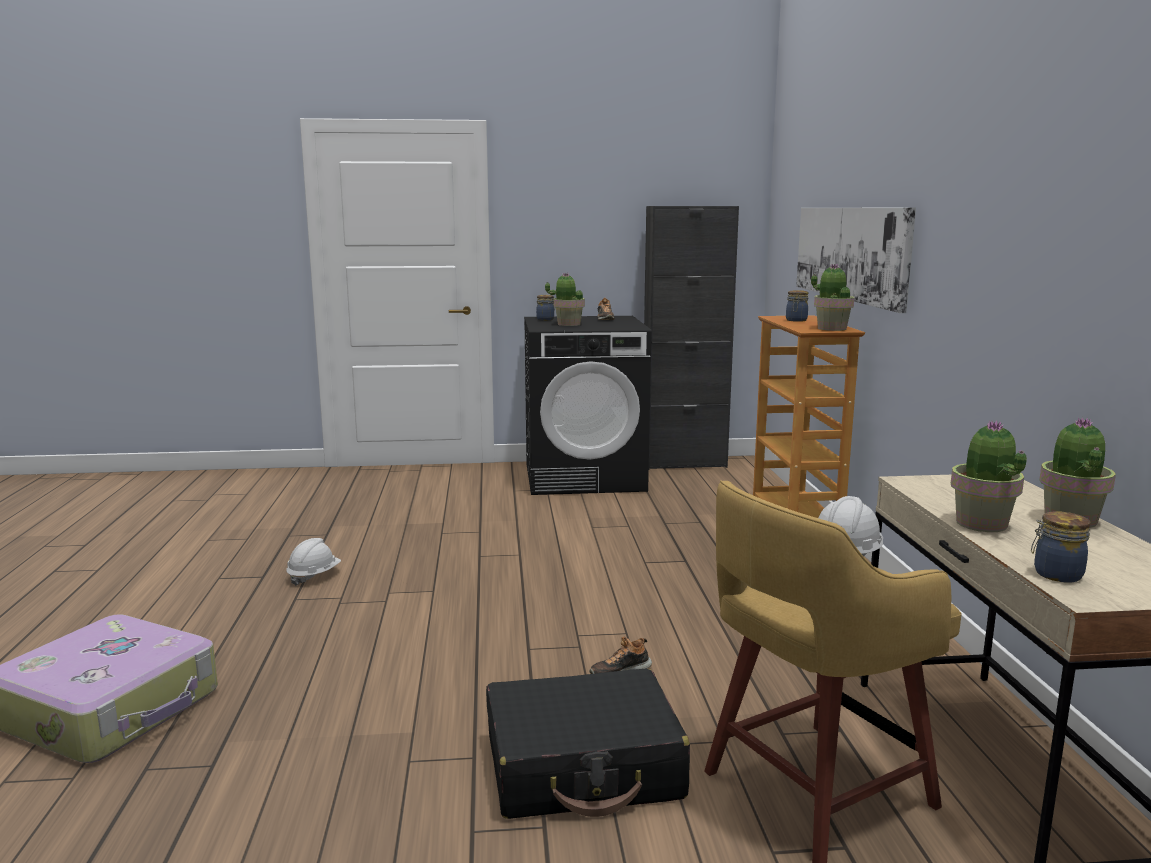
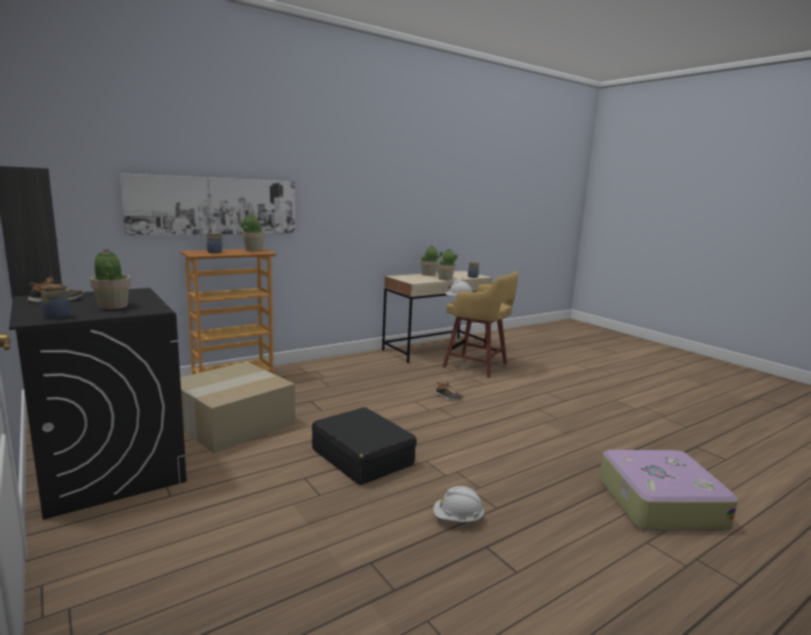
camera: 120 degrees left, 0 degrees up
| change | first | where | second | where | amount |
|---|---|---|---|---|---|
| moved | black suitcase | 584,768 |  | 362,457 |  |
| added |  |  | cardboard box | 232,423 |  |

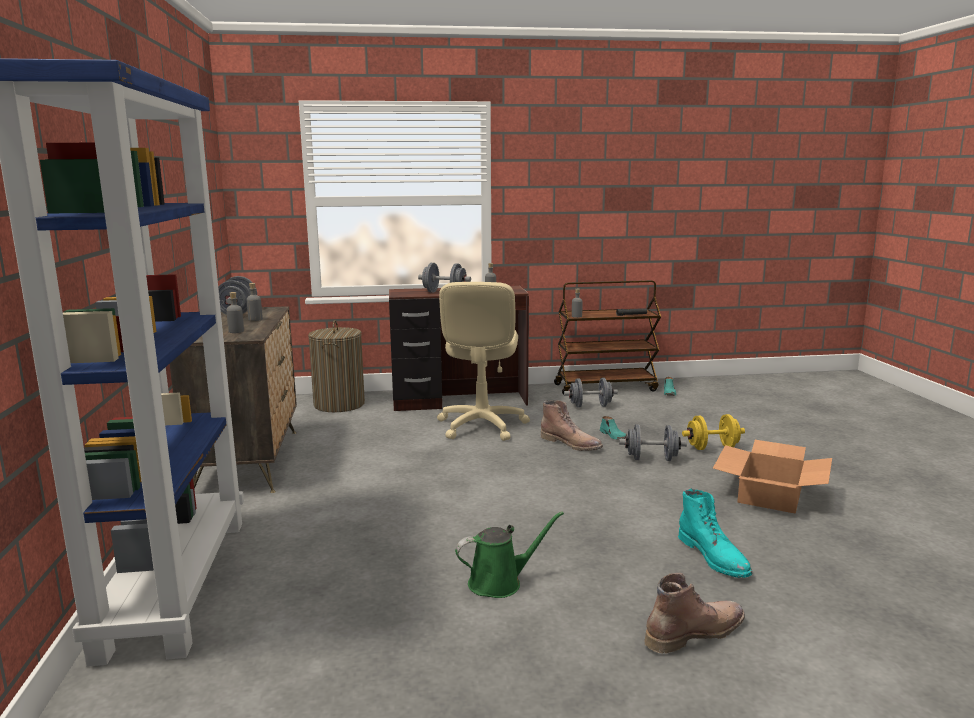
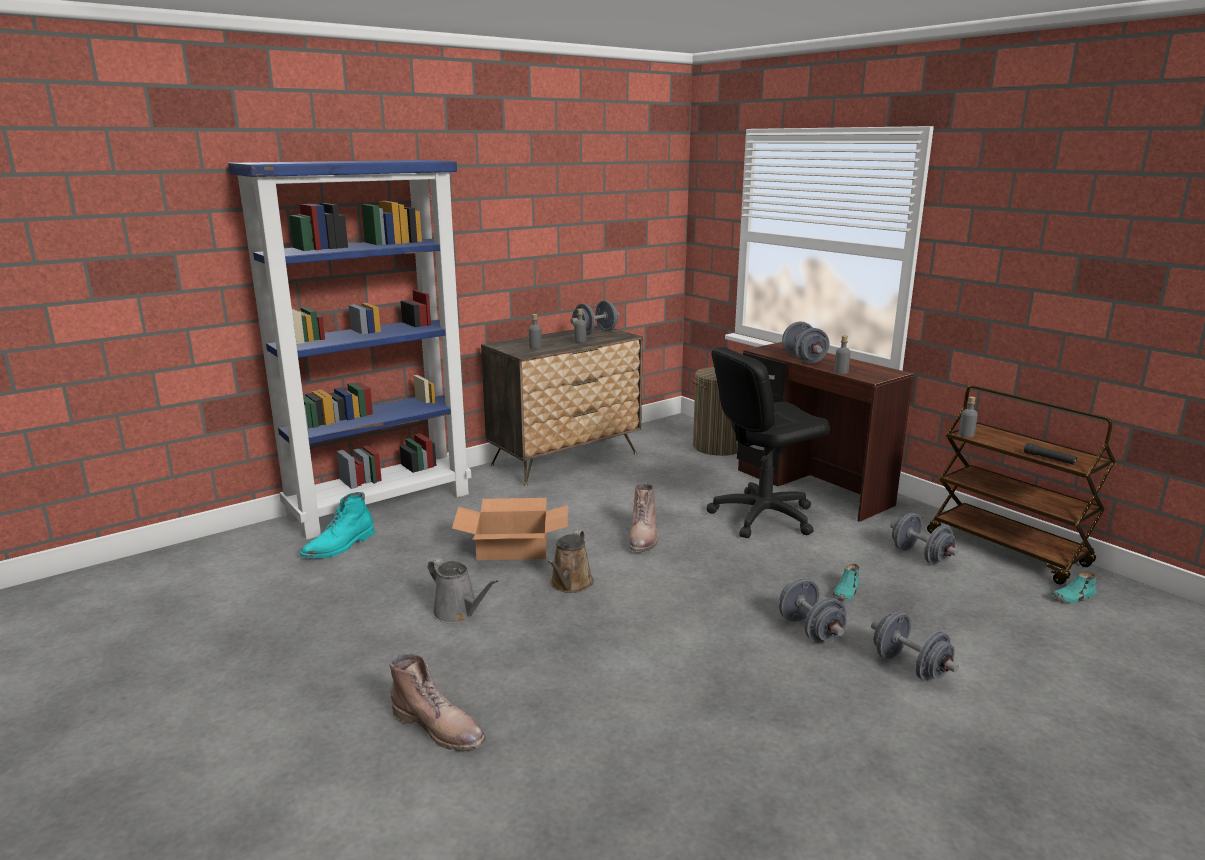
camera: 60 degrees right, 5 degrees up
| change | first | where | second | where | amount |
|---|---|---|---|---|---|
| recoloured | beige office chair | 481,426 | black office chair | 762,516 |  |
| recoloured | green watering can | 500,582 | grey watering can | 459,612 |  |
| moved | brown boot | 571,444 |  | 644,538 |  |
| moved | turquoise boot | 715,557 |  | 339,546 |  |
| recoloured | yellow dumbbell | 712,448 | grey dumbbell | 910,666 |  |
| moved | cardboard box | 770,494 |  | 512,547 |  |
| added |  |  | brown watering can | 570,584 |  |

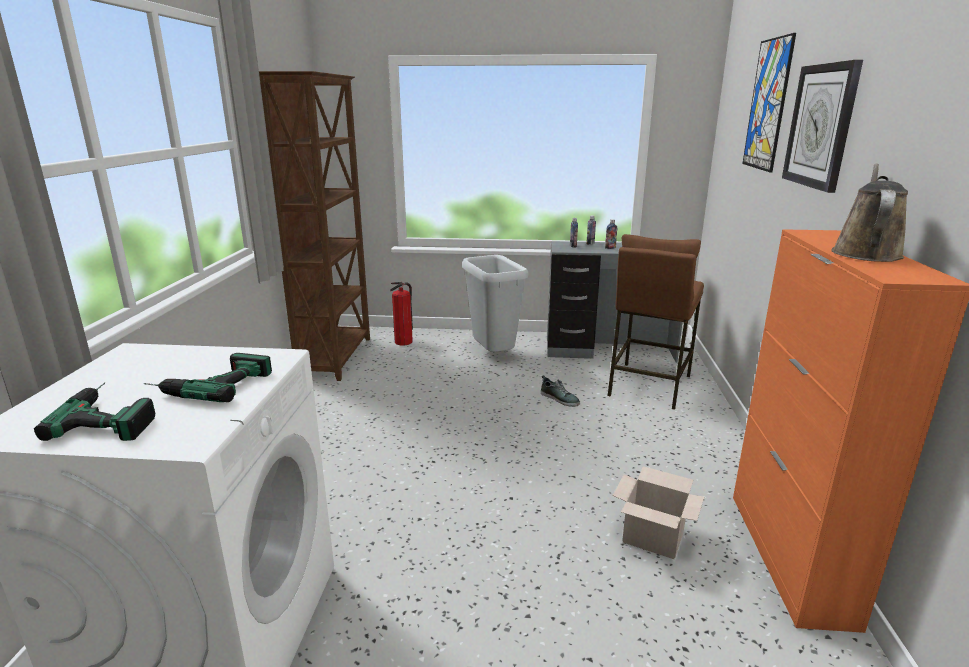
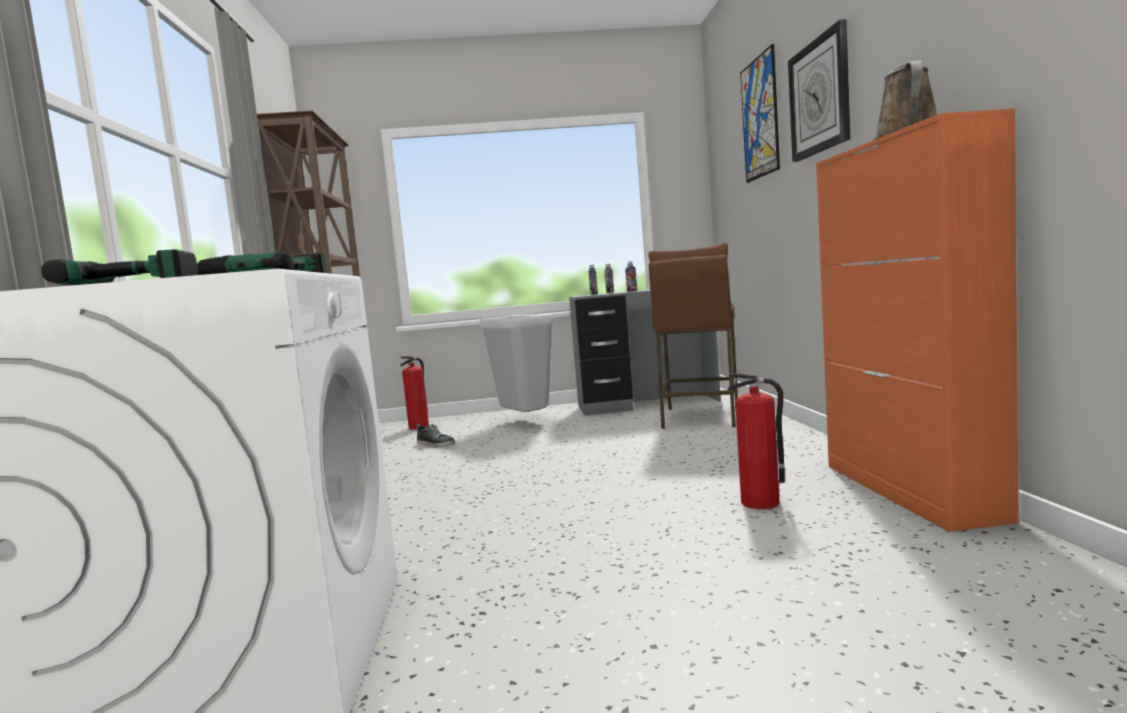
camera: 10 degrees left, 15 degrees down
| change | first | where | second | where | amount |
|---|---|---|---|---|---|
| moved | shoe | 560,399 |  | 436,444 |  |
| replaced | cardboard box | 651,537 | fire extinguisher | 761,502 |  |

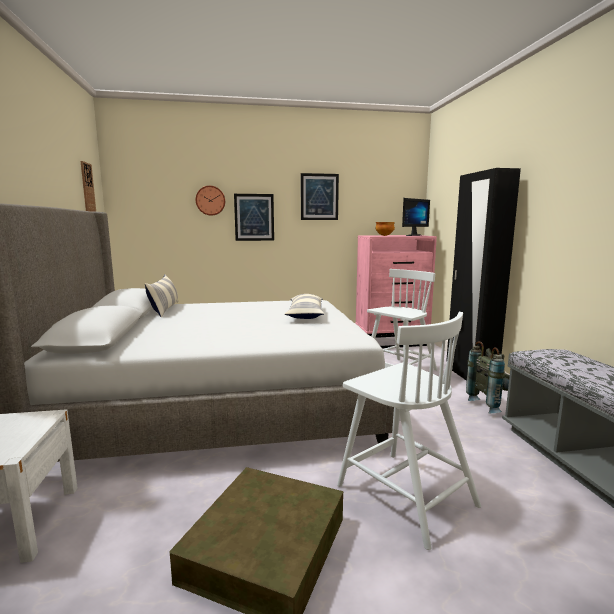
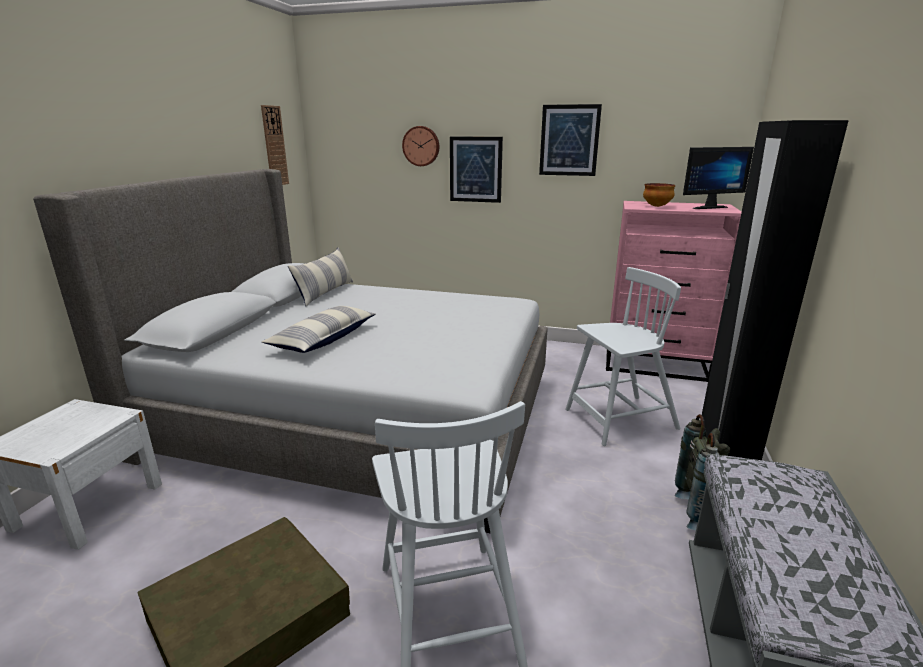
camera: 25 degrees right, 10 degrees up
| change | first | where | second | where | amount |
|---|---|---|---|---|---|
| moved | pillow | 305,314 |  | 324,339 |  |

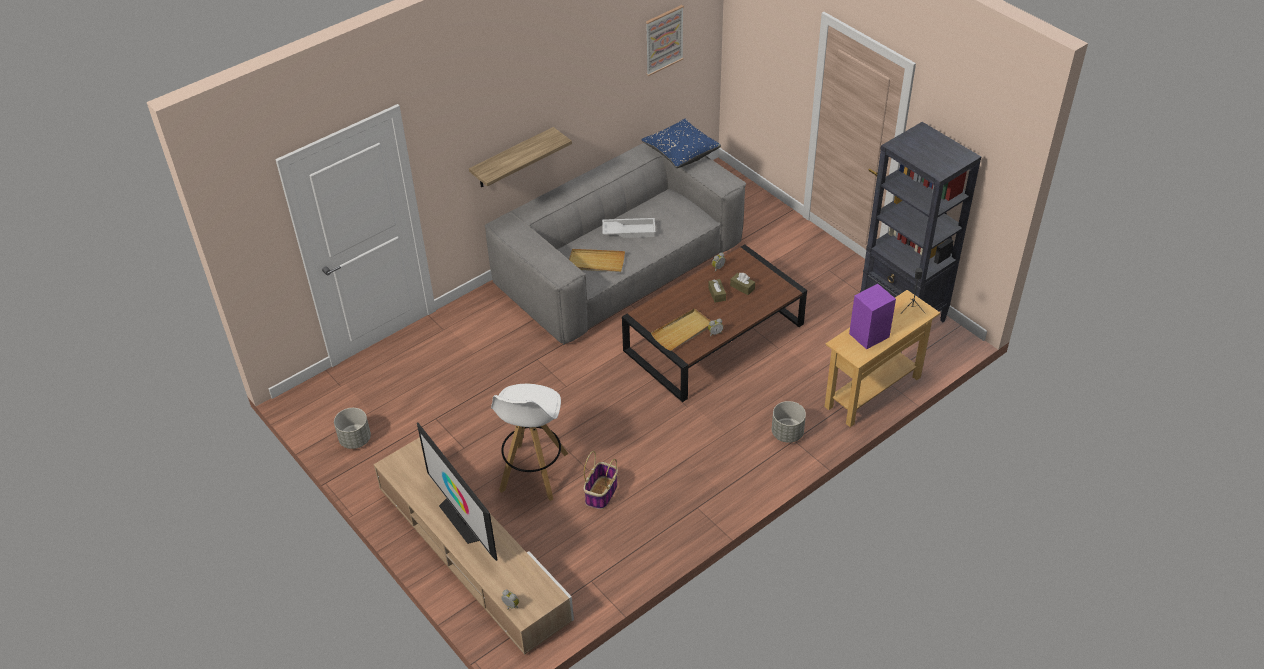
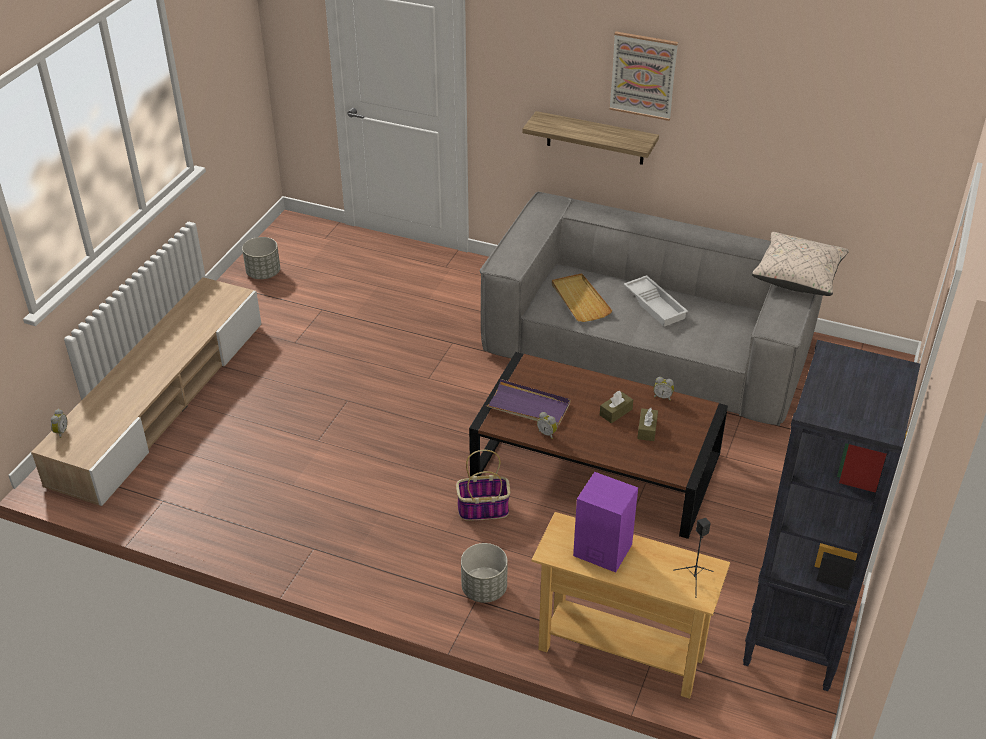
camera: 60 degrees right, 5 degrees down
| change | first | where | second | where | amount |
|---|---|---|---|---|---|
| removed | television | 464,519 |  |  |  |
| removed | white stool | 533,472 |  |  |  |
| moved | basket | 601,494 |  | 482,509 |  |
| recoloured | blue pillow | 681,152 | beige pillow | 798,276 |  |
| moved | picture | 663,40 |  | 643,75 |  |
| recoloured | beige tray | 682,331 | purple tray | 528,406 |  |

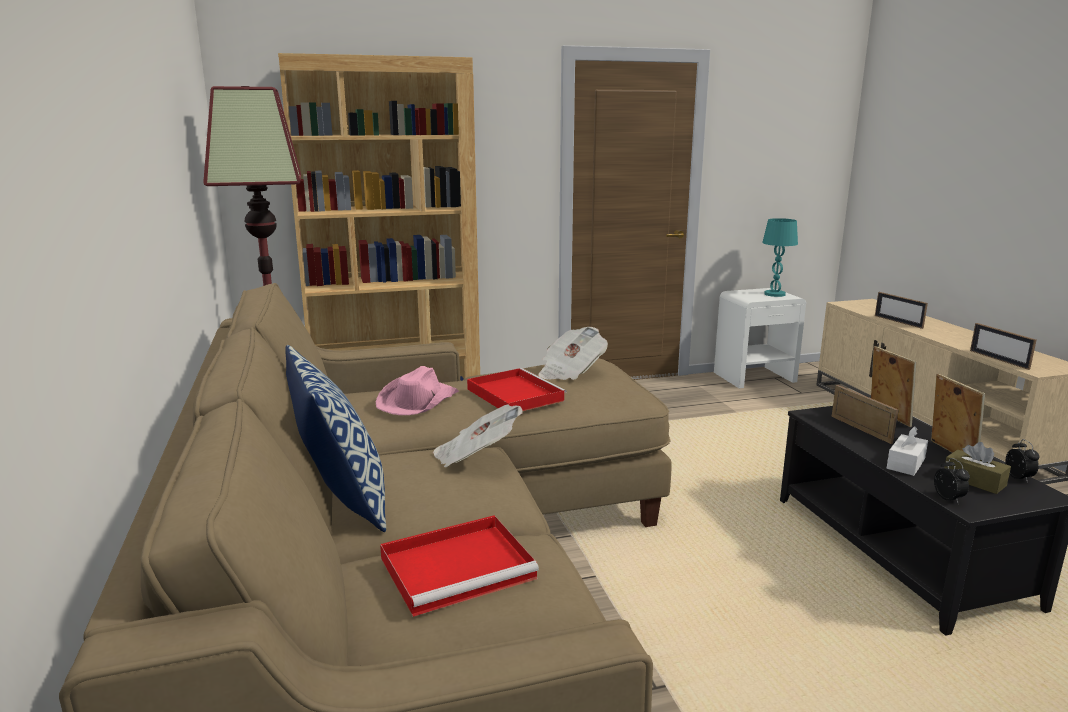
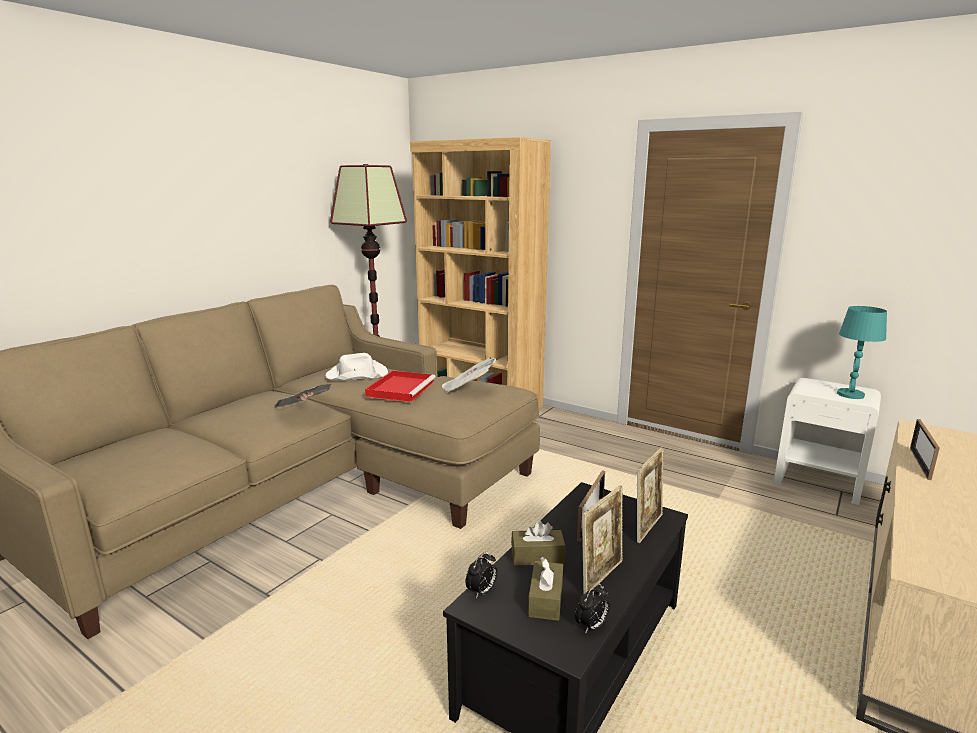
camera: 50 degrees right, 0 degrees up
| change | first | where | second | where | amount |
|---|---|---|---|---|---|
| removed | pillow | 340,500 |  |  |  |
| recoloured | pink hat | 417,401 | white hat | 356,375 |  |
| removed | red tray | 460,567 |  |  |  |
| recoloured | white tissue box | 905,463 | brown tissue box | 537,556 |  |
| removed | picture frame | 999,359 |  |  |  |

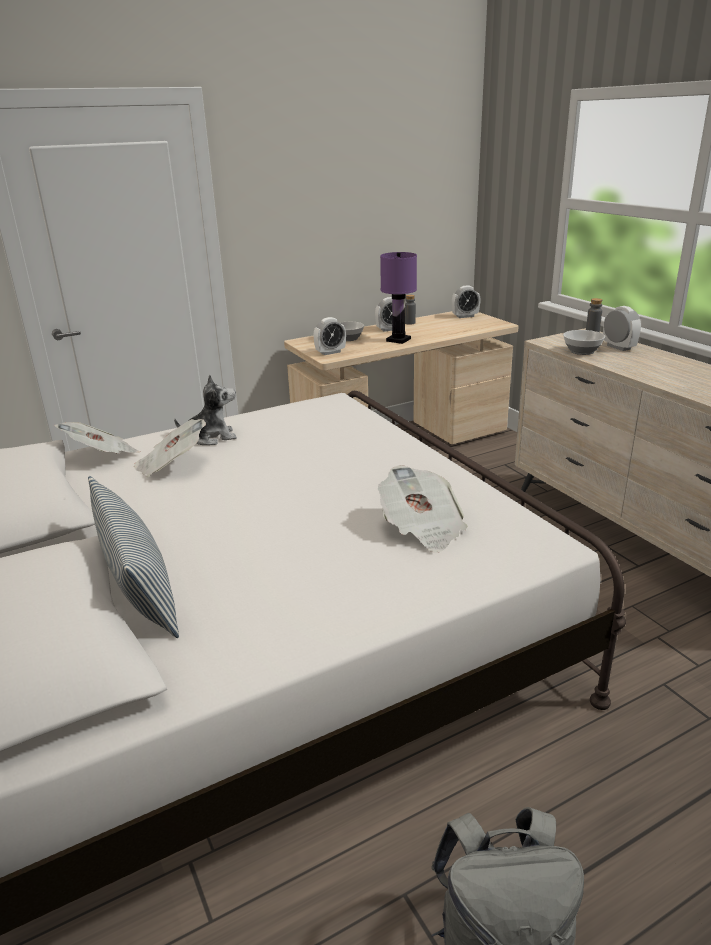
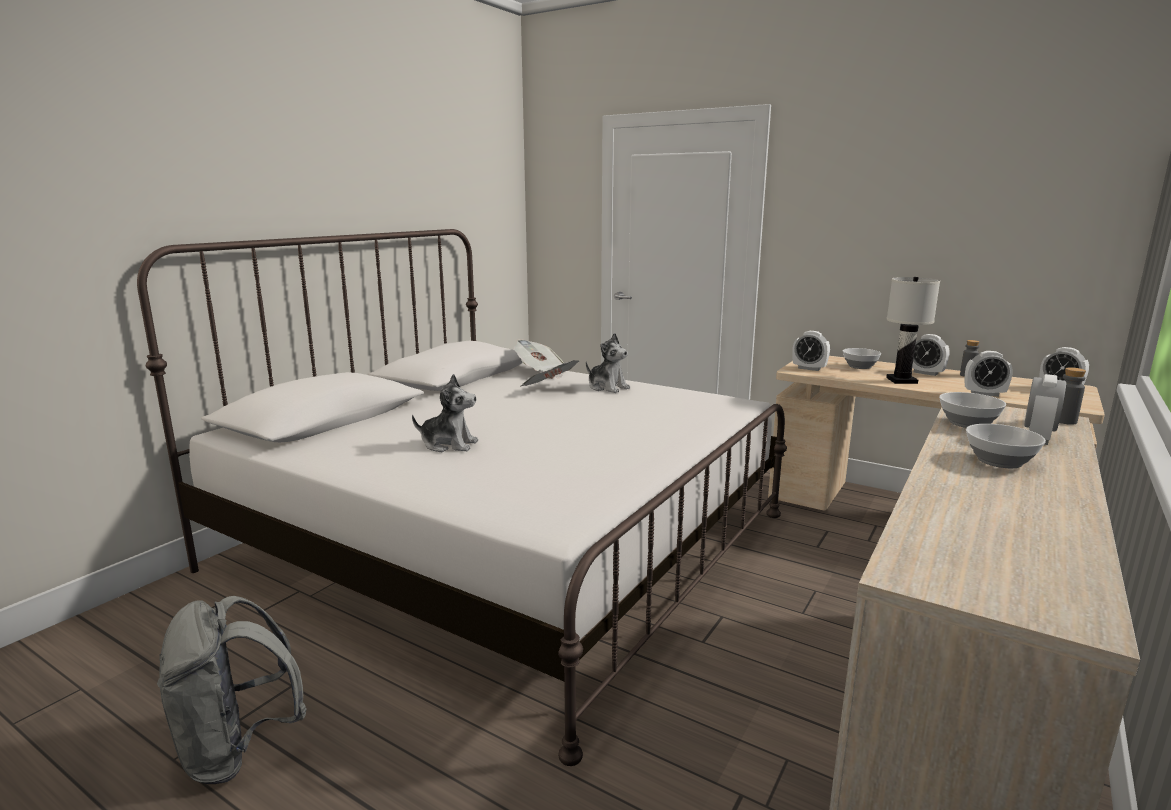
camera: 60 degrees right, 10 degrees down
| change | first | where | second | where | amount |
|---|---|---|---|---|---|
| removed | pillow | 138,587 |  |  |  |
| removed | newspaper | 422,528 |  |  |  |
| recoloured | purple table lamp | 399,340 | white table lamp | 902,380 |  |
| added |  |  | plush toy | 449,444 |  |
| added |  |  | alarm clock | 984,394 |  |
| added |  |  | bowl | 1000,462 |  |

